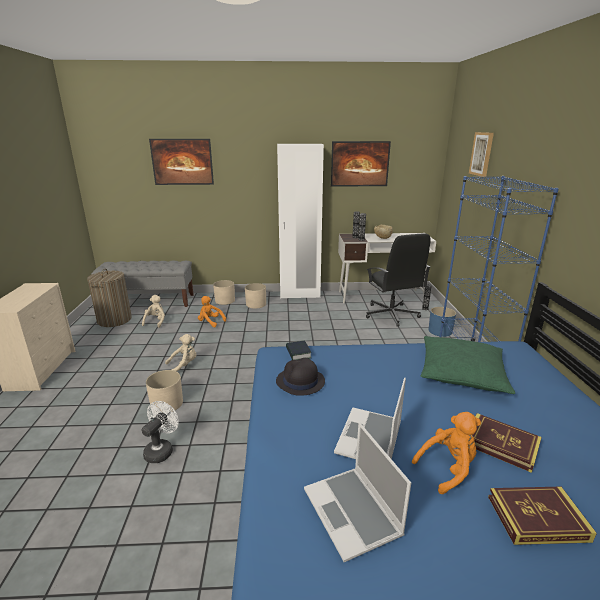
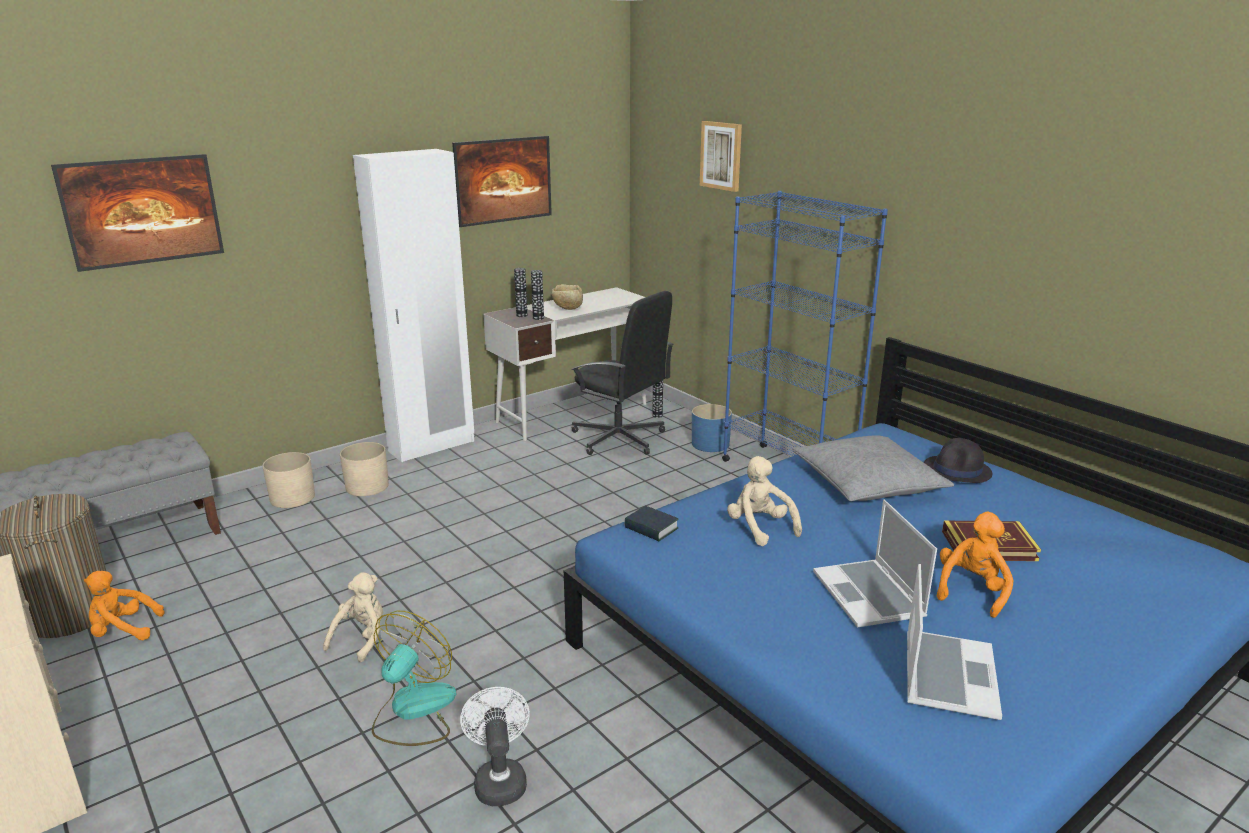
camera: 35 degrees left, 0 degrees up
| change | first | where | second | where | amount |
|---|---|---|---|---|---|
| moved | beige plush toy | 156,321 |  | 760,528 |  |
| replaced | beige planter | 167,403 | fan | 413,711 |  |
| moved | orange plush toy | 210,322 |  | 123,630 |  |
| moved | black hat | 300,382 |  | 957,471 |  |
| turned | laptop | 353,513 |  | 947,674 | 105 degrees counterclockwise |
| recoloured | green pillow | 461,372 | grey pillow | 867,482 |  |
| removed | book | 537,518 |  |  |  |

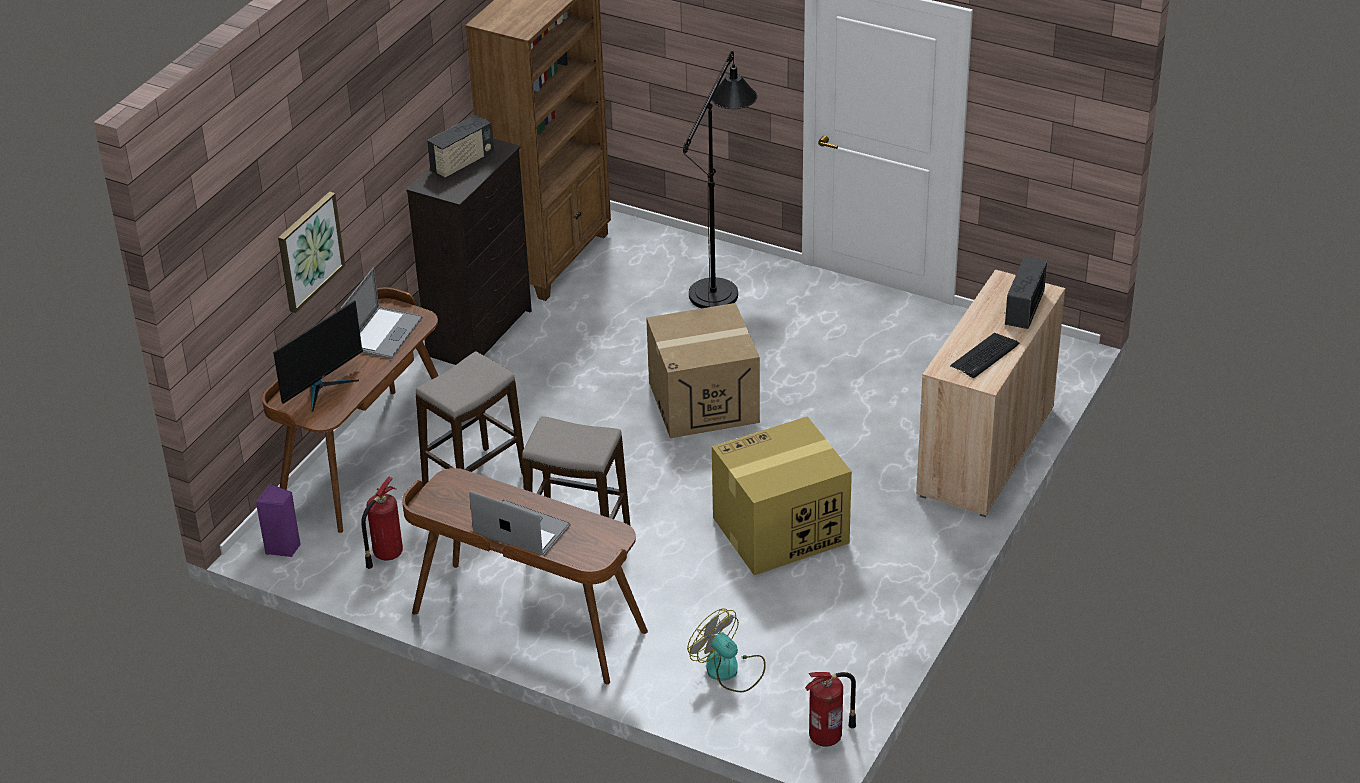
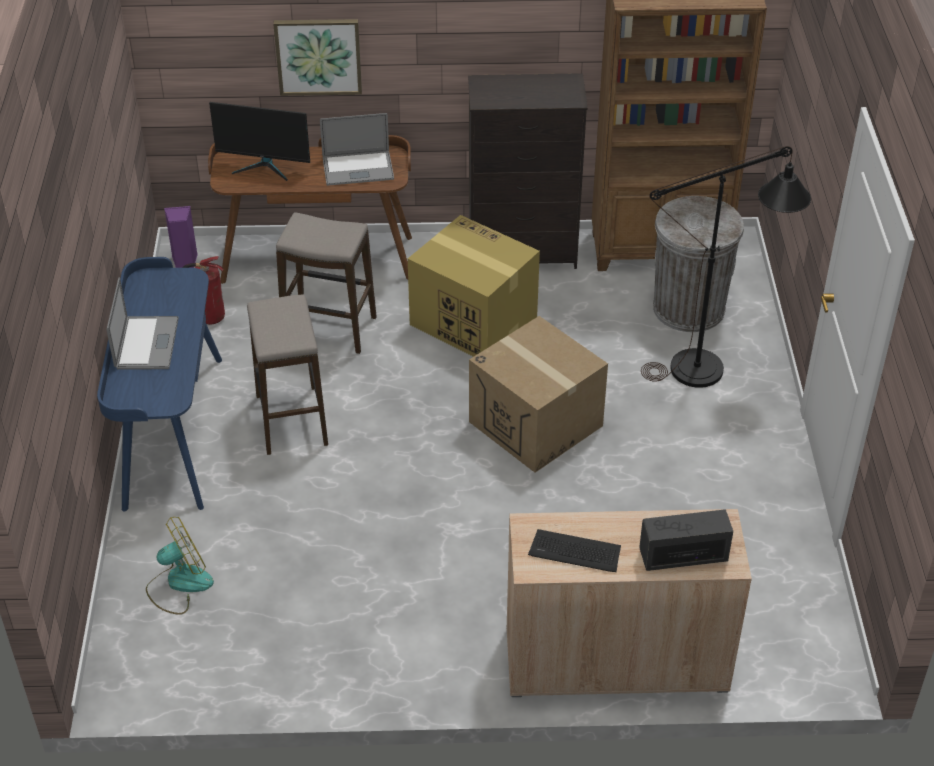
camera: 60 degrees right, 5 degrees up
| change | first | where | second | where | amount |
|---|---|---|---|---|---|
| recoloured | brown desk | 527,623 | blue desk | 172,431 |  |
| removed | radio | 462,163 |  |  |  |
| turned | fan | 729,670 |  | 179,584 | 45 degrees clockwise |
| moved | cardboard box | 779,531 |  | 472,320 |  |
| removed | fire extinguisher | 828,736 |  |  |  |
| added |  |  | grey trash can | 688,308 |  |

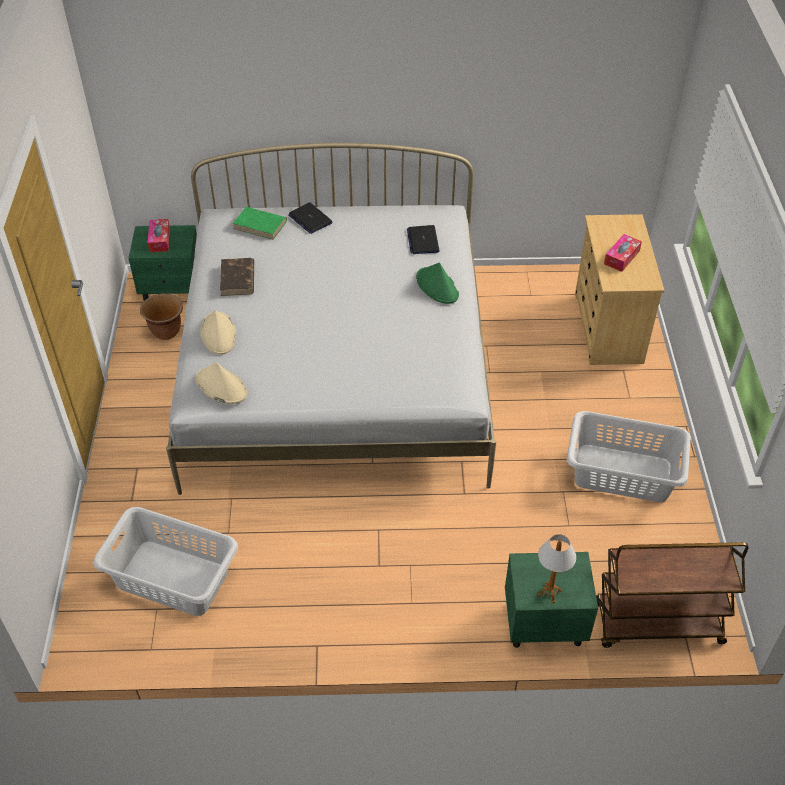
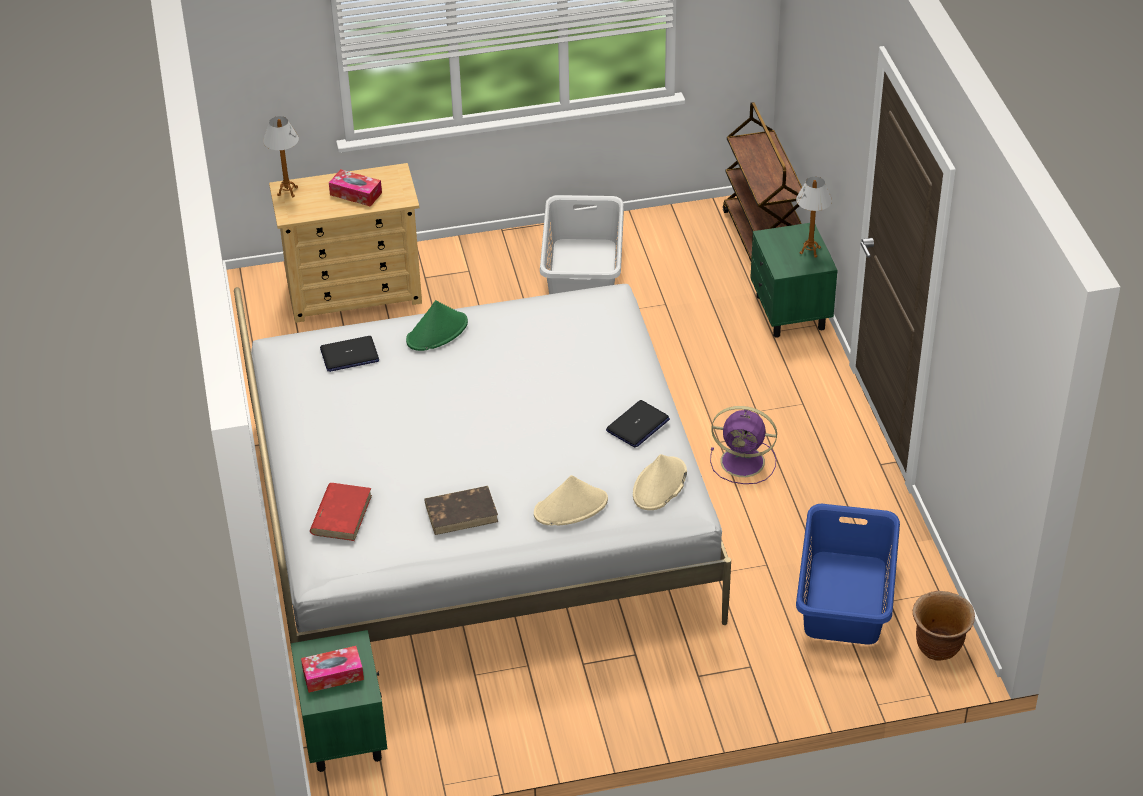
camera: 100 degrees left, 5 degrees down
| change | first | where | second | where | amount |
|---|---|---|---|---|---|
| recoloured | grey laundry basket | 173,579 | blue laundry basket | 846,597 |  |
| moved | brown planter | 166,332 |  | 938,647 |  |
| recoloured | green book | 260,225 | red book | 341,514 |  |
| moved | laptop | 310,219 |  | 637,425 |  |
| added |  |  | table lamp | 287,191 |  |
| added |  |  | purple fan | 744,462 |  |

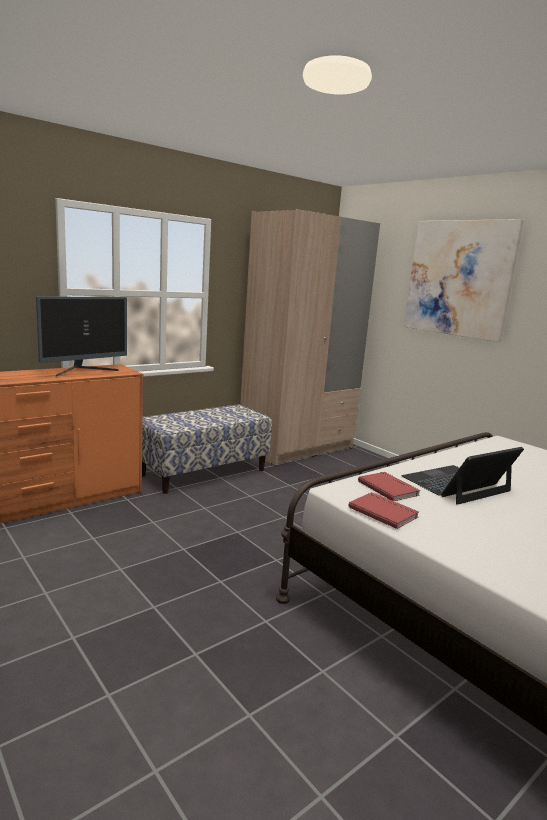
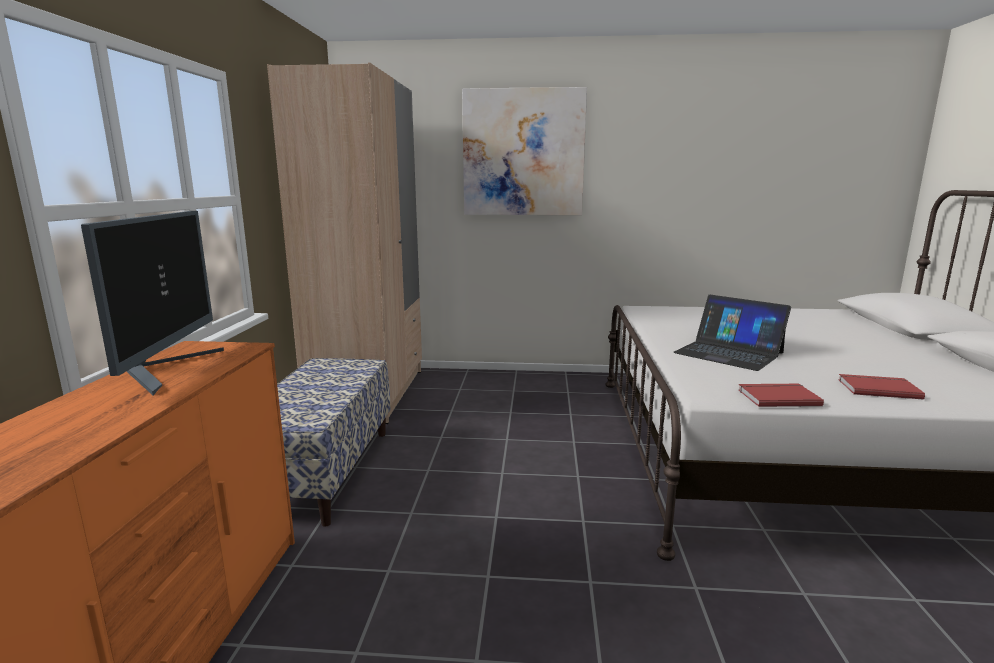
camera: 45 degrees left, 0 degrees up
| change | first | where | second | where | amount |
|---|---|---|---|---|---|
| moved | red book | 389,488 |  | 877,388 |  |
| turned | laptop | 456,484 |  | 728,353 | 60 degrees counterclockwise |

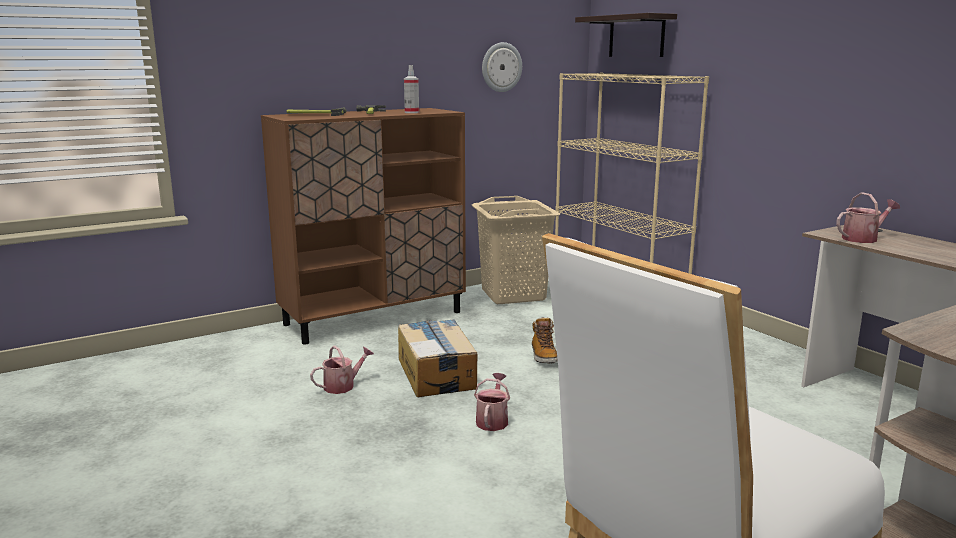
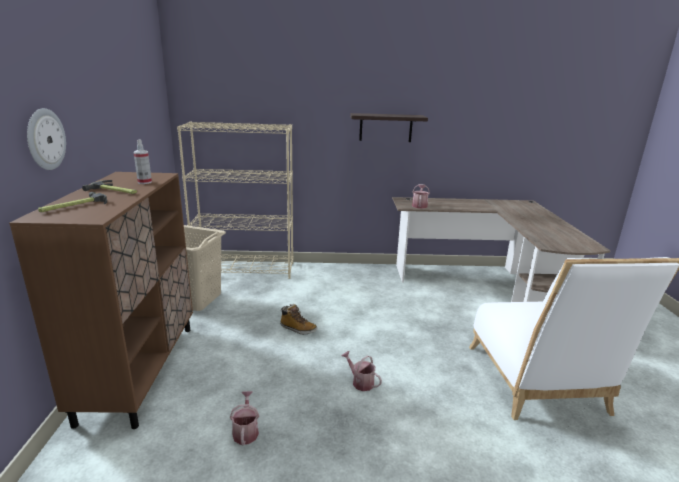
camera: 60 degrees left, 5 degrees up
| change | first | where | second | where | amount |
|---|---|---|---|---|---|
| removed | cardboard box | 437,373 |  |  |  |
| moved | wall clock | 501,67 |  | 45,139 |  |
| moved | shelf | 636,36 |  | 385,127 |  |

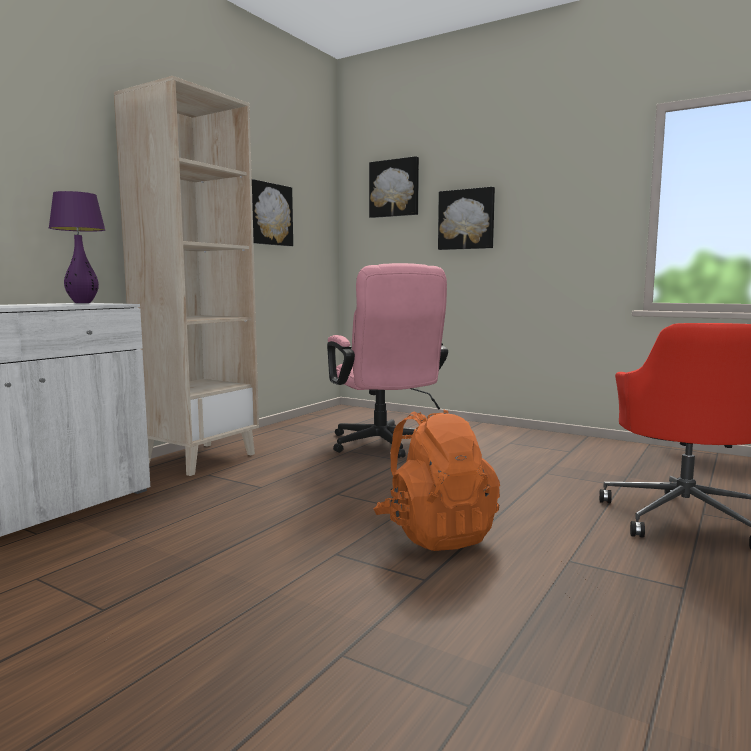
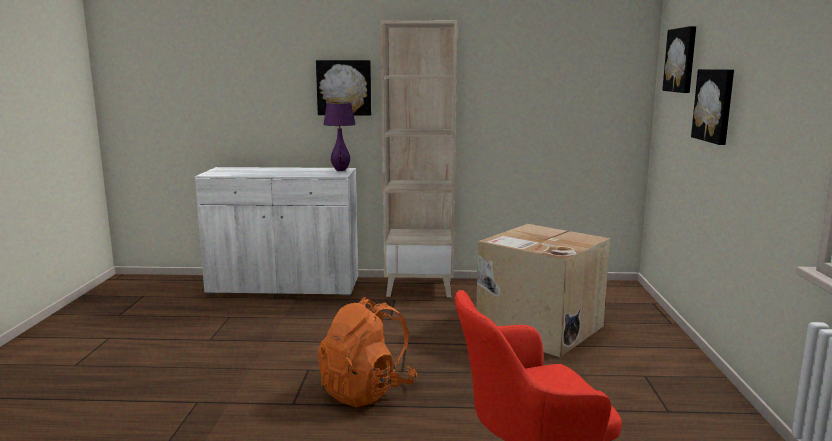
camera: 60 degrees right, 5 degrees up
| change | first | where | second | where | amount |
|---|---|---|---|---|---|
| moved | picture | 269,214 |  | 344,87 |  |
| replaced | pink office chair | 384,446 | cardboard box | 538,328 |  |

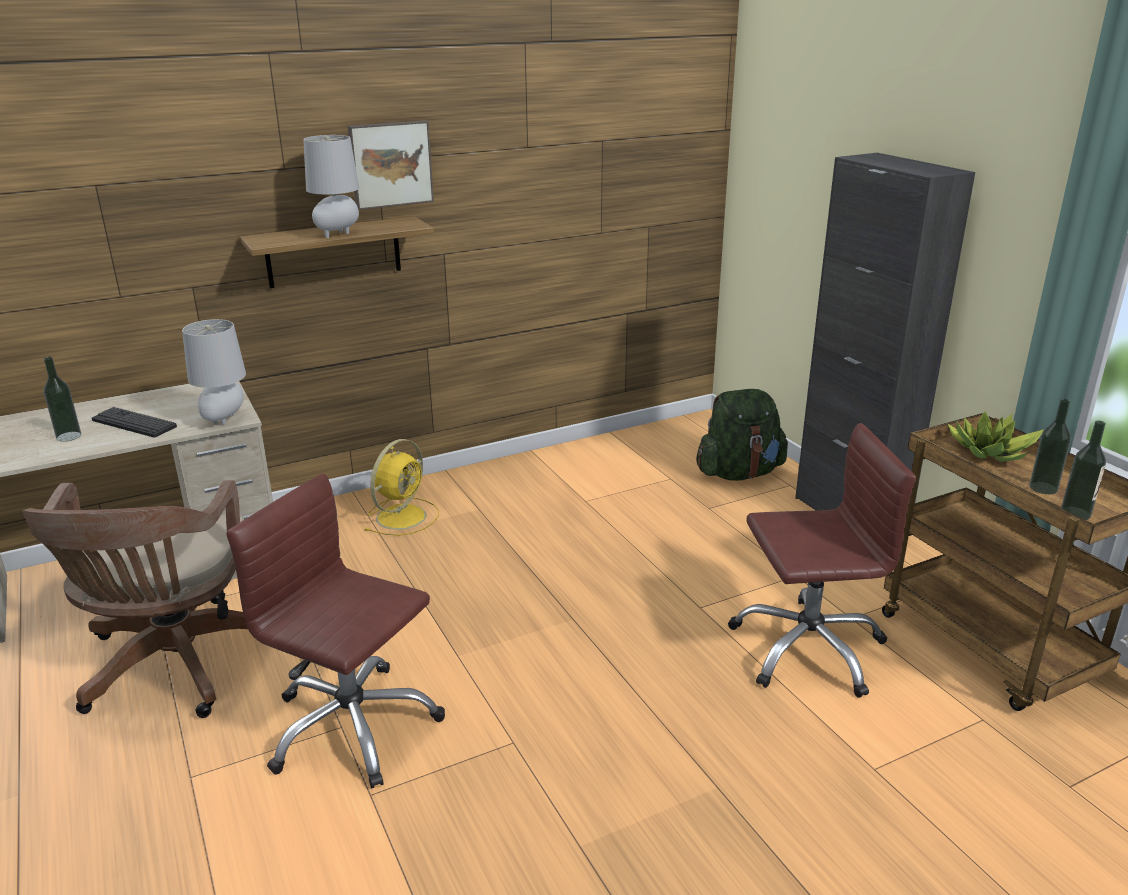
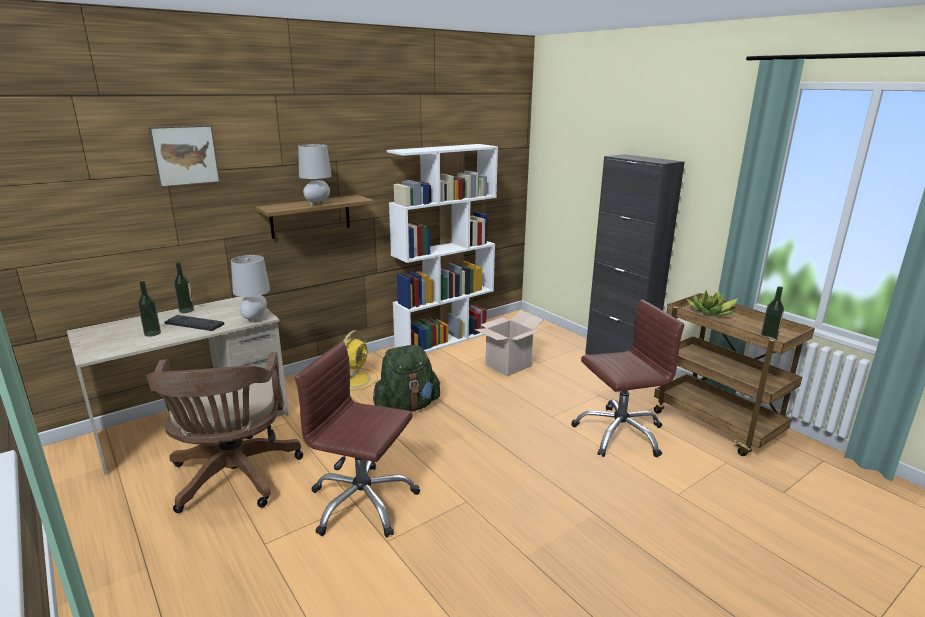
camera: 10 degrees left, 5 degrees down
| change | first | where | second | where | amount |
|---|---|---|---|---|---|
| moved | picture | 390,164 |  | 184,155 |  |
| moved | green backpack | 739,473 |  | 407,407 |  |
| moved | bottle | 1043,488 |  | 186,310 |  |
| added |  |  | white bookcase | 445,339 |  |
| added |  |  | cardboard box | 508,365 |  |

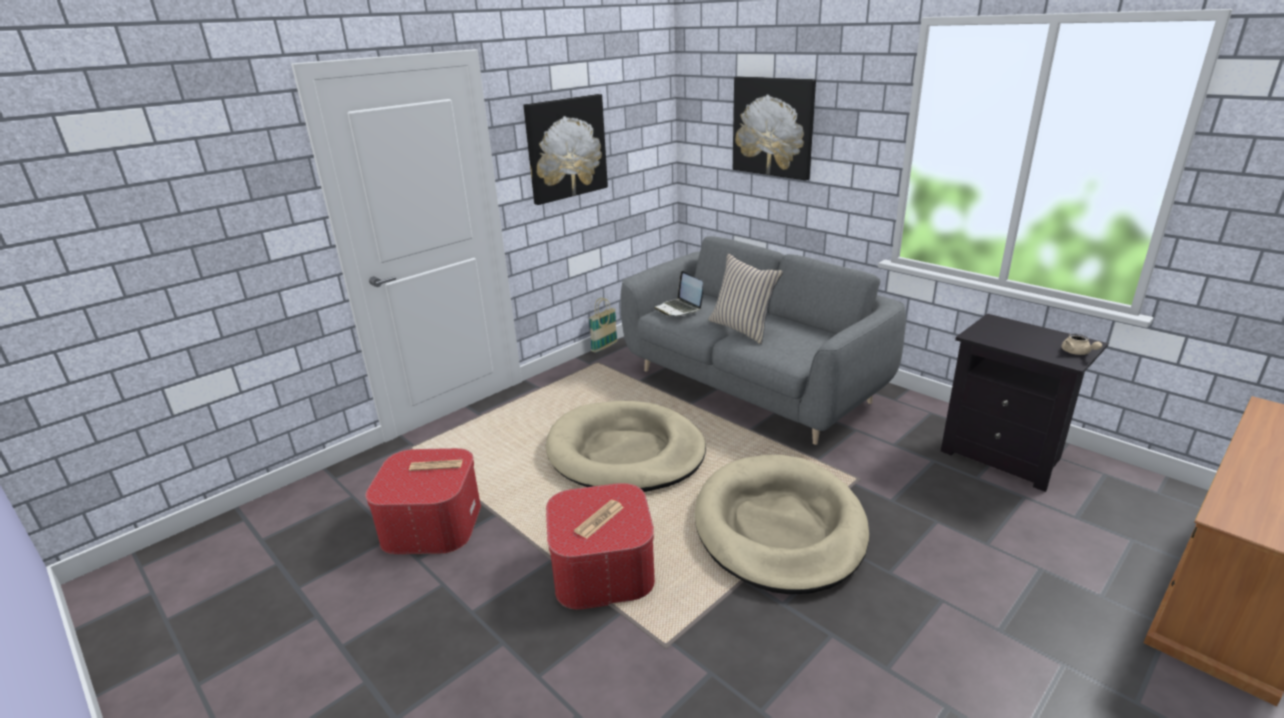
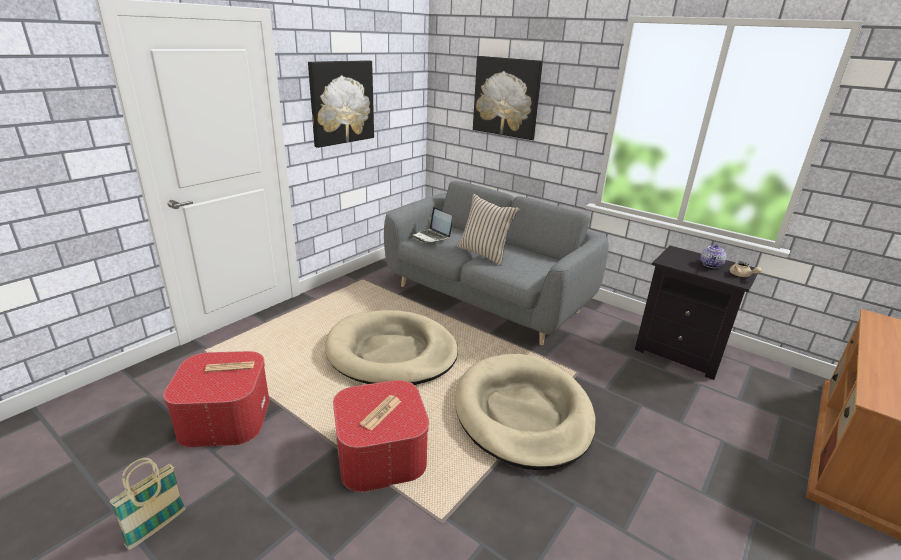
camera: 10 degrees left, 0 degrees up
| change | first | where | second | where | amount |
|---|---|---|---|---|---|
| moved | basket | 604,347 |  | 157,528 |  |
| added |  |  | teapot | 711,265 |  |

